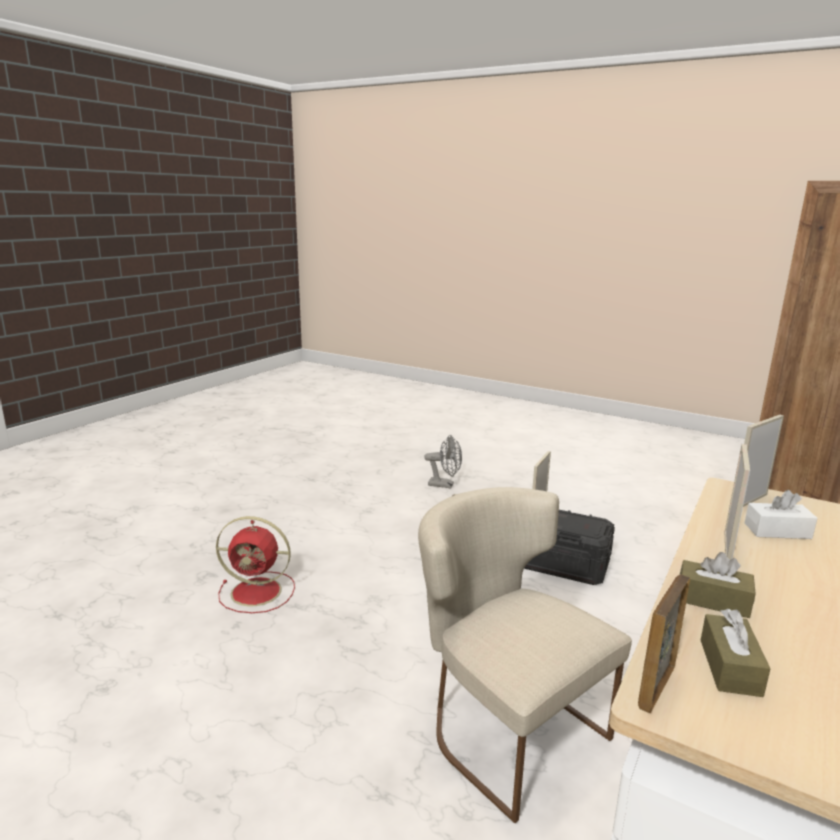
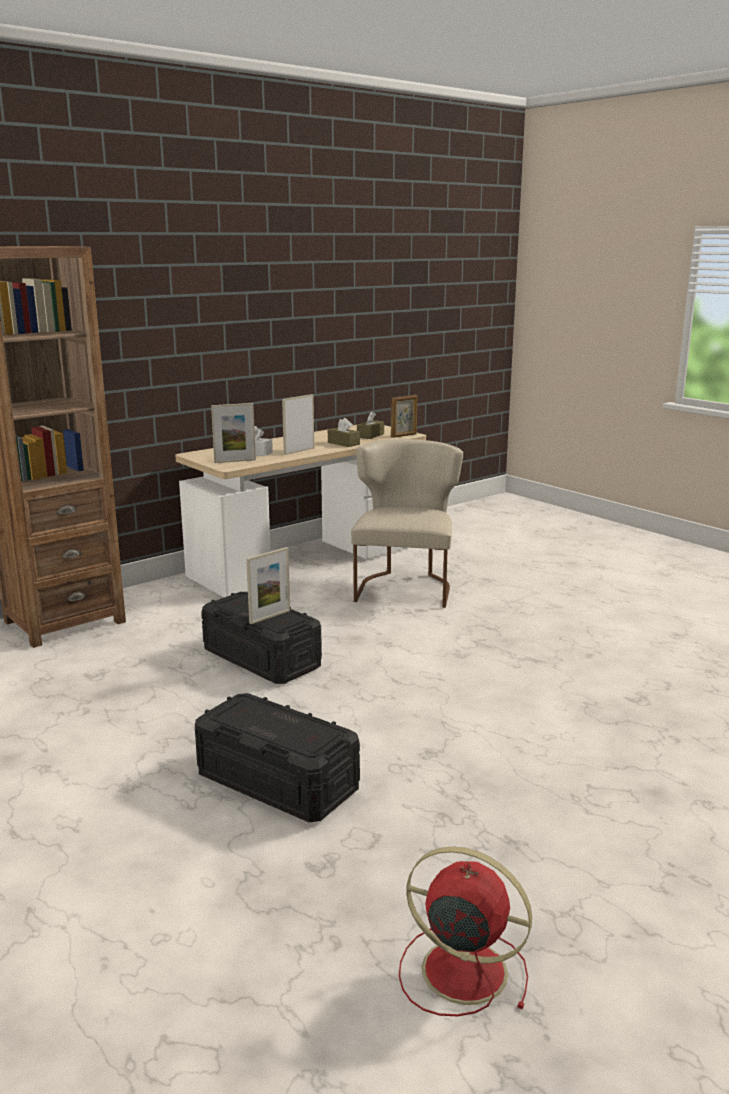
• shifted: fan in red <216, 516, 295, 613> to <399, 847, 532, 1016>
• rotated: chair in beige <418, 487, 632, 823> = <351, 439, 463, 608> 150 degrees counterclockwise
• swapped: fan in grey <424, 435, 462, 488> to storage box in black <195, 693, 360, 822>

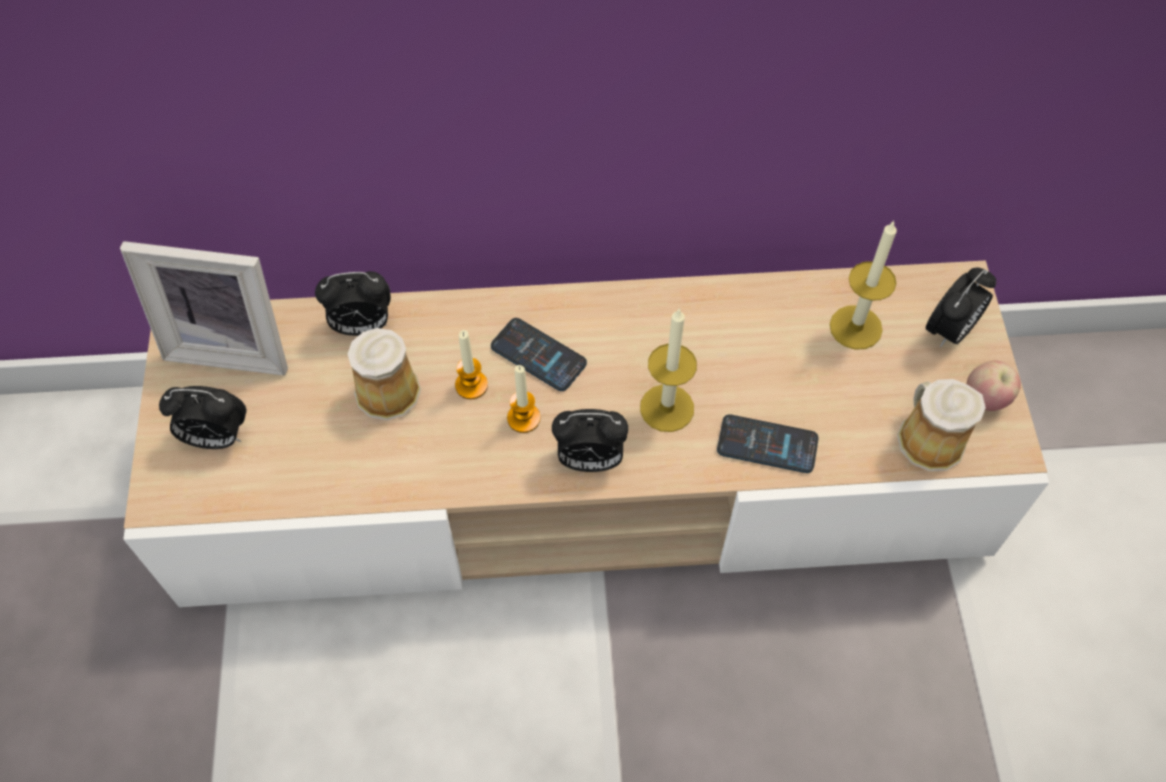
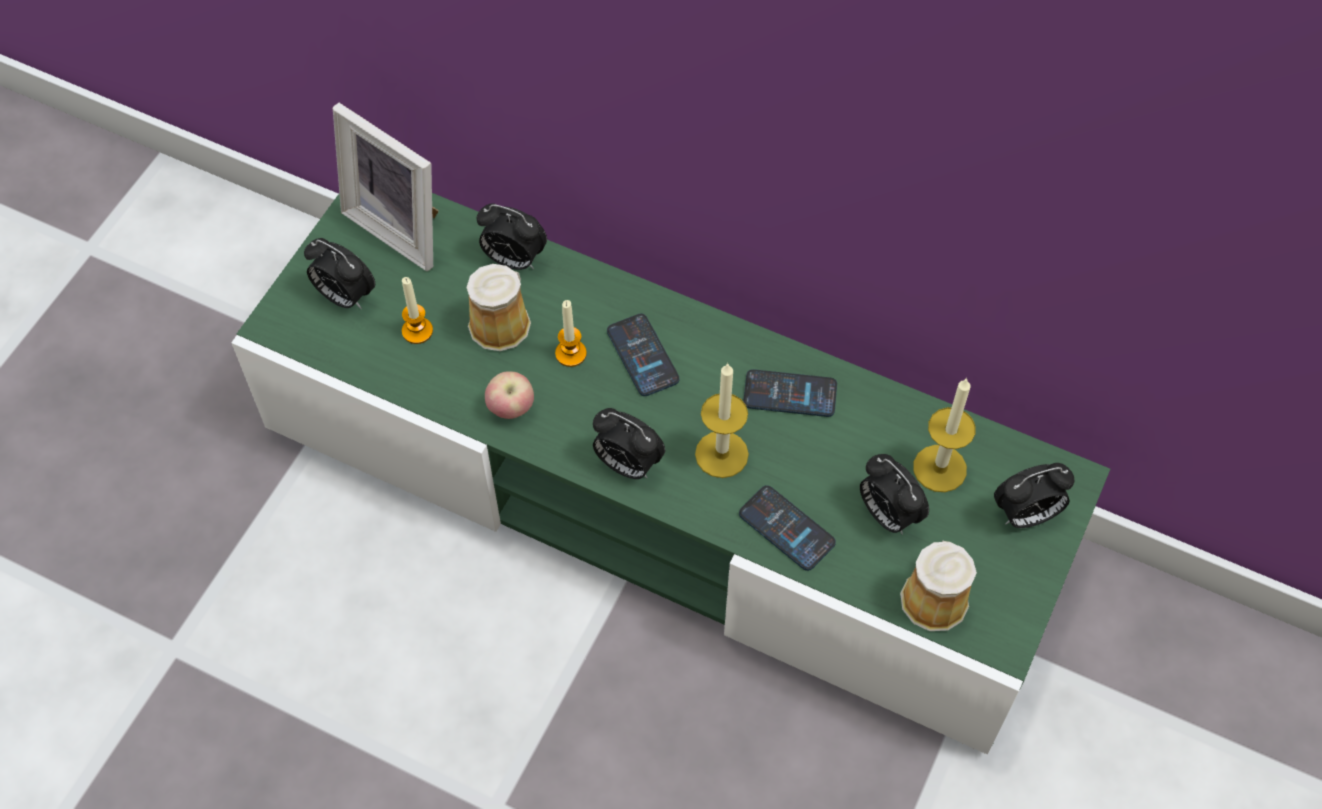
• repainted: tv stand in beige <123, 260, 1049, 607> to tv stand in green <231, 193, 1110, 754>
• shifted: candle <507, 365, 540, 433> to <402, 277, 433, 344>
• shifted: apple <967, 361, 1021, 411> to <485, 371, 534, 419>
• new: phone <743, 369, 837, 417>
• new: alarm clock <860, 454, 929, 535>

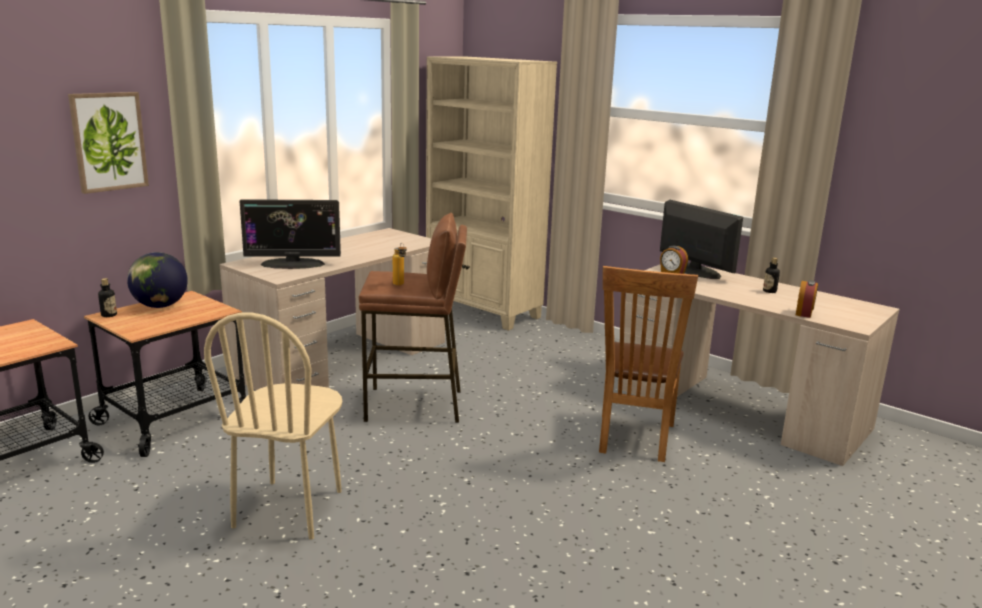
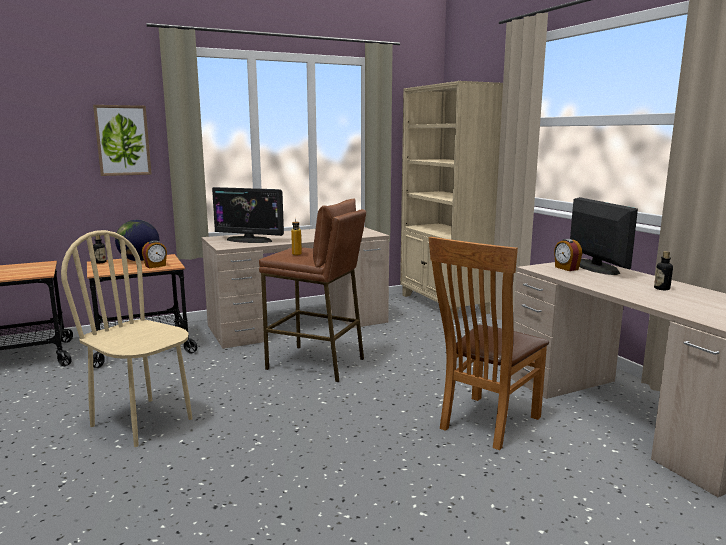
• rotated: chair in beige <204, 312, 342, 540> = <61, 230, 192, 447> 90 degrees clockwise
• shifted: alarm clock <795, 280, 818, 318> to <142, 240, 167, 268>

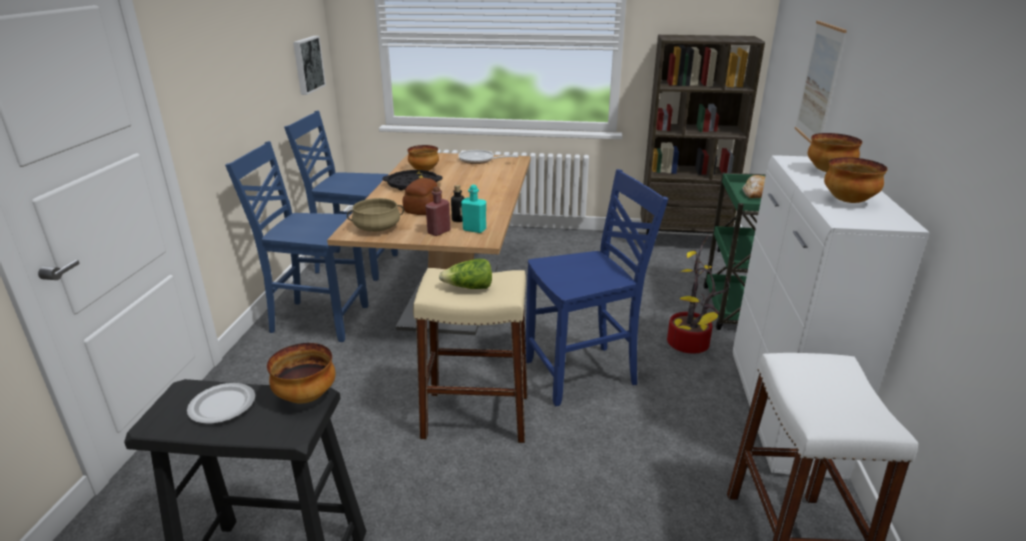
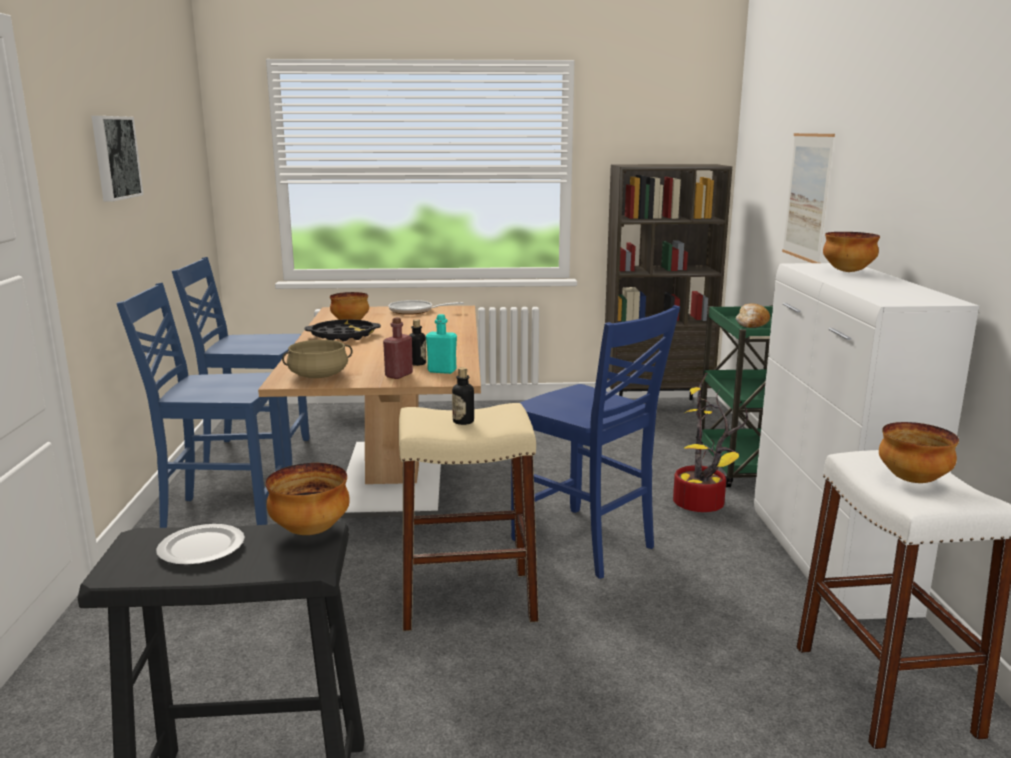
• shifted: picture <293, 36, 326, 95> to <91, 116, 144, 202>
• gone: bread <402, 178, 442, 215>
• swapped: lettuce <439, 259, 492, 289> to bottle <452, 367, 474, 425>
• rotated: chair in blue <525, 169, 668, 406> = <511, 305, 680, 579> 75 degrees clockwise
• shifted: bowl <824, 157, 887, 203> to <879, 422, 959, 483>

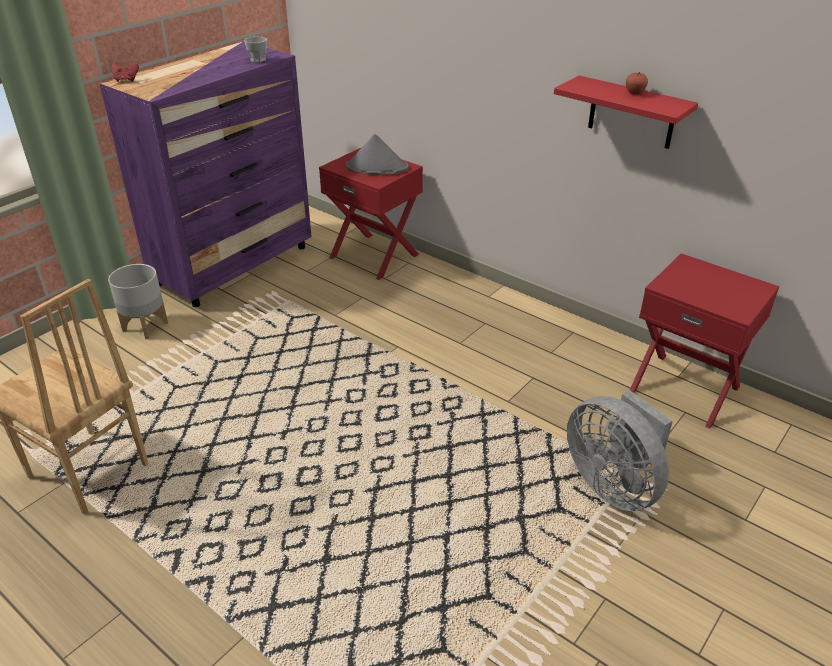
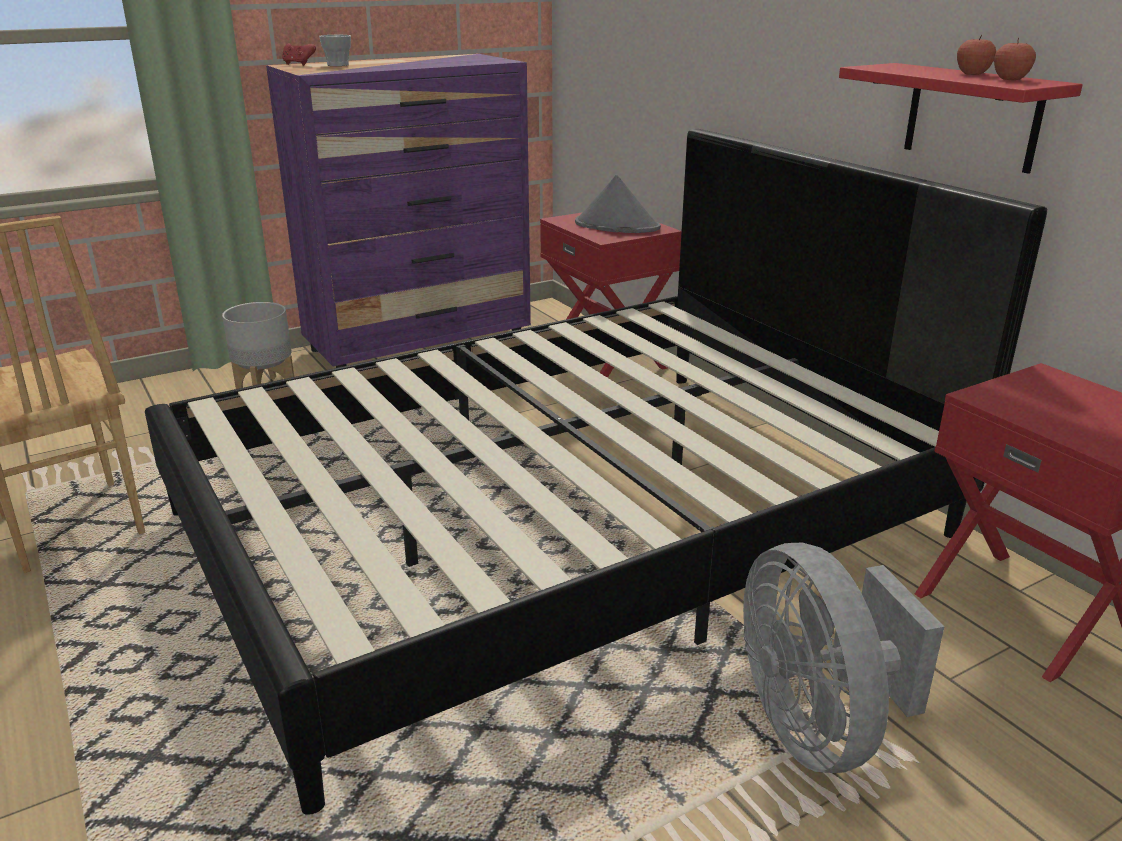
• shifted: cup <244, 37, 267, 63> to <319, 35, 351, 66>
• new: bed in black <145, 129, 1047, 815>
• new: apple <994, 38, 1036, 80>

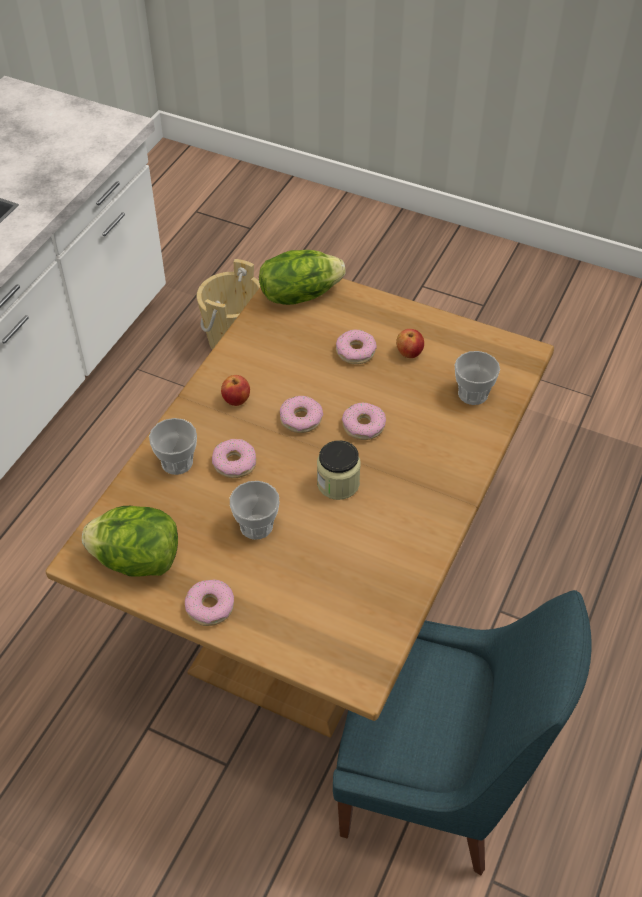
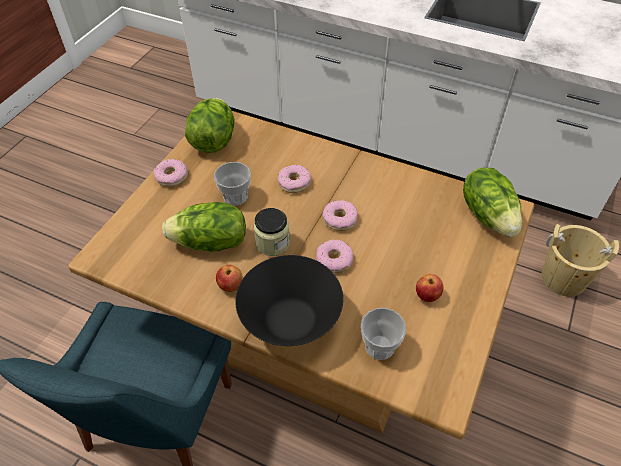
• gone: cup <149, 418, 197, 475>
• shifted: apple <221, 375, 250, 406> to <216, 265, 243, 292>
• gone: donut <336, 329, 377, 364>
• new: lettuce <162, 202, 246, 252>
• new: bowl in black <235, 255, 343, 346>

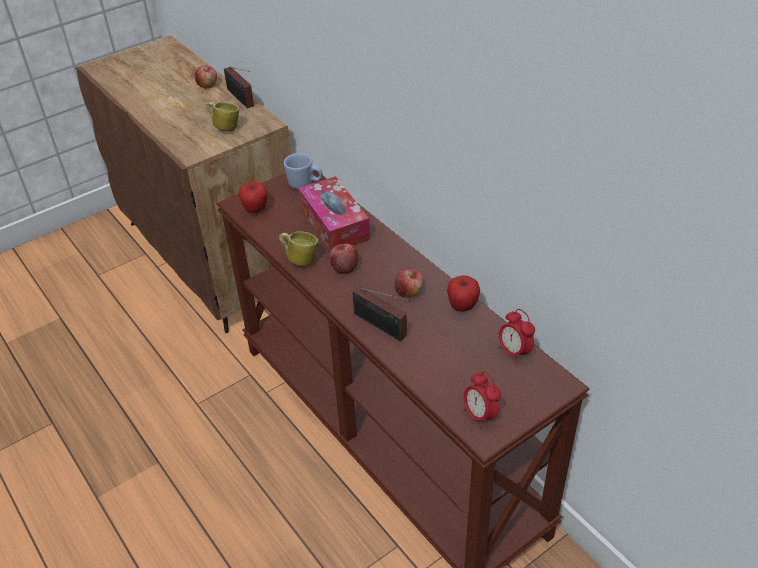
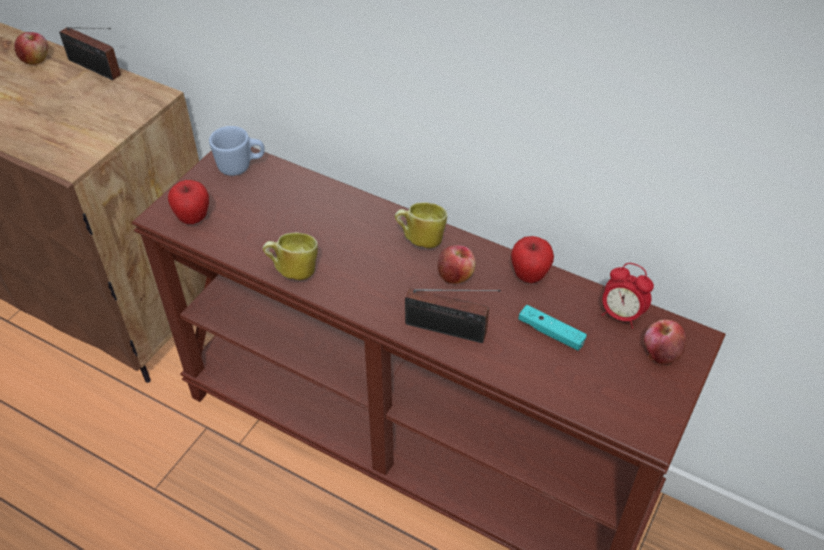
• shifted: mug <206, 102, 239, 132> to <395, 202, 447, 248>
• gone: tissue box <299, 176, 370, 251>
• shifted: apple <330, 244, 358, 275> to <644, 319, 687, 366>
• gone: alarm clock <464, 371, 501, 428>
• new: game controller in turquoise <519, 305, 587, 351>

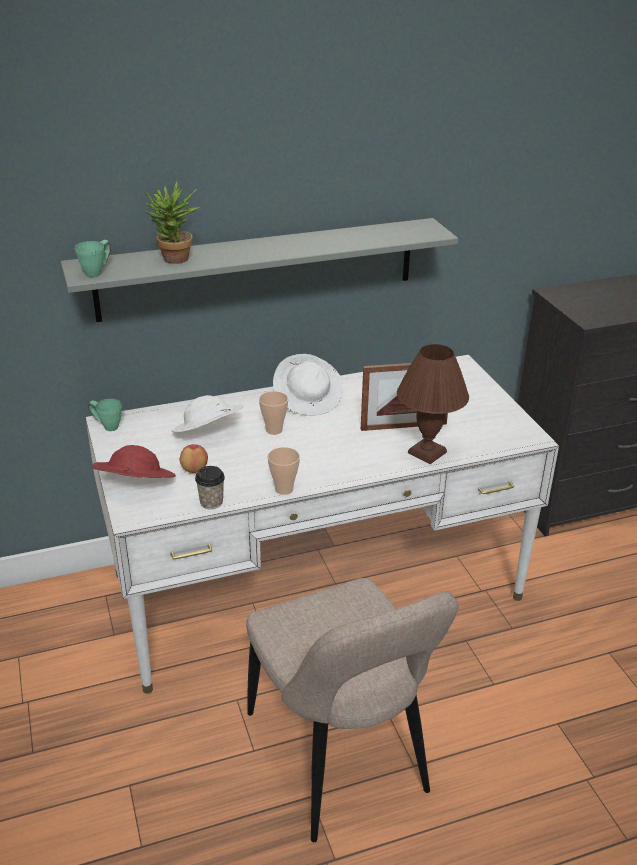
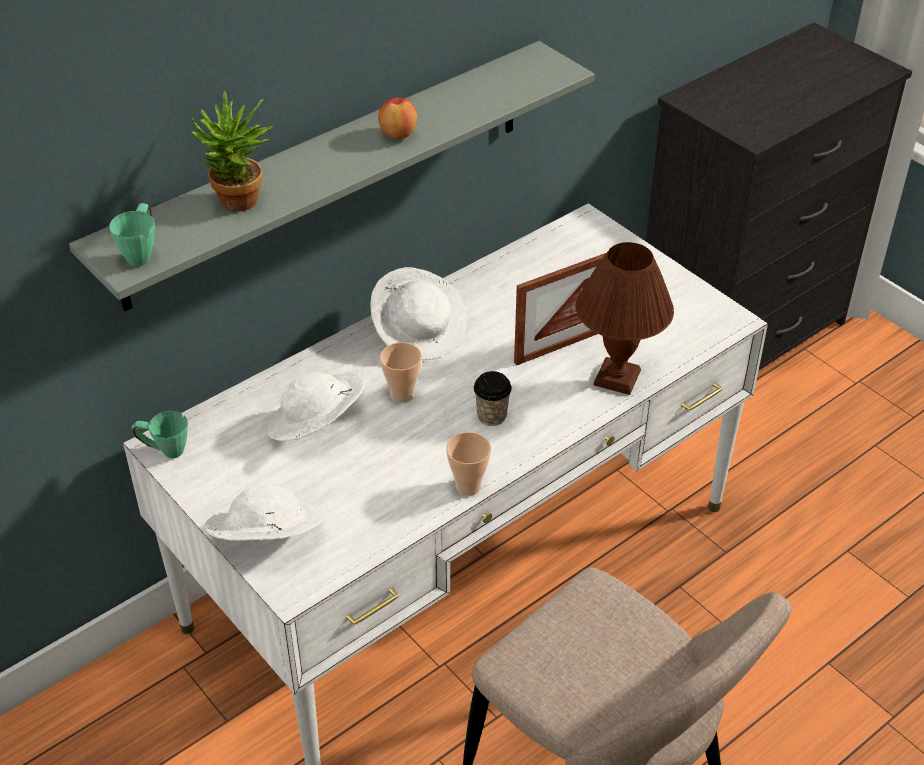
• repainted: hat in red <92, 445, 176, 478> to hat in white <204, 484, 325, 541>
• shifted: apple <180, 444, 208, 473> to <378, 98, 417, 139>
• shifted: cup <195, 466, 225, 509> to <474, 371, 512, 426>

